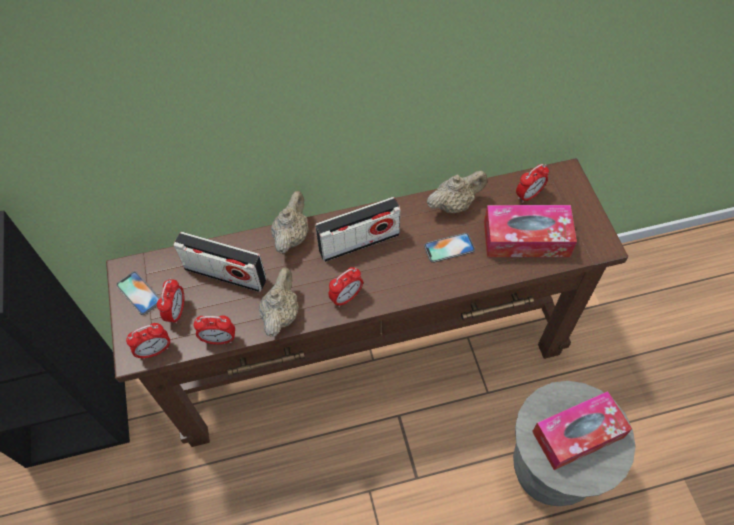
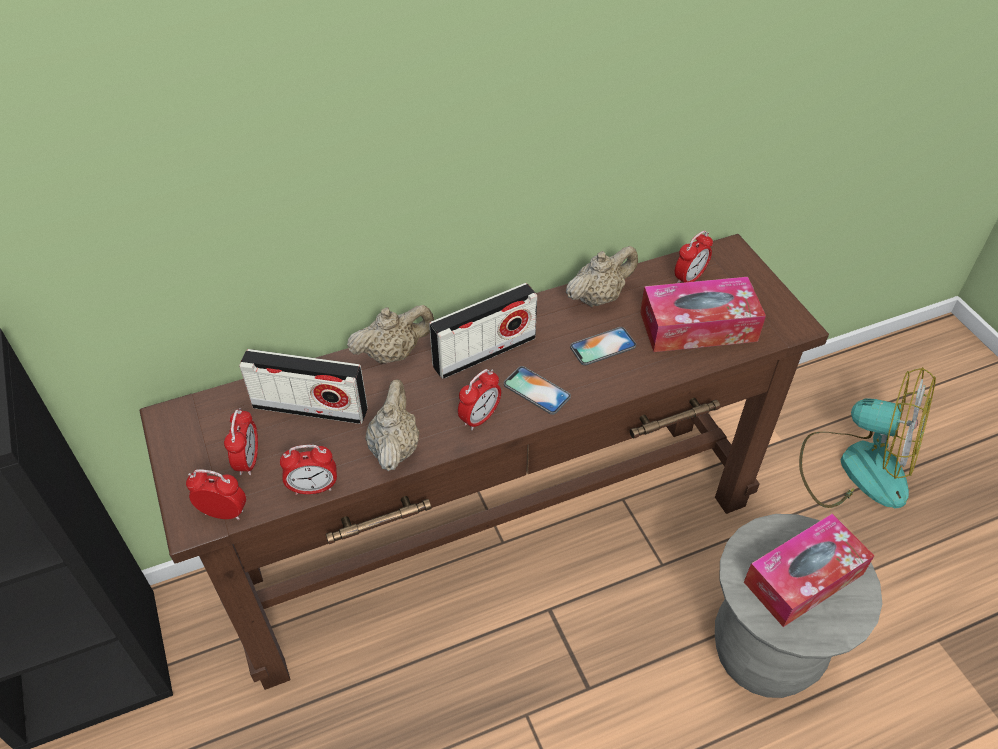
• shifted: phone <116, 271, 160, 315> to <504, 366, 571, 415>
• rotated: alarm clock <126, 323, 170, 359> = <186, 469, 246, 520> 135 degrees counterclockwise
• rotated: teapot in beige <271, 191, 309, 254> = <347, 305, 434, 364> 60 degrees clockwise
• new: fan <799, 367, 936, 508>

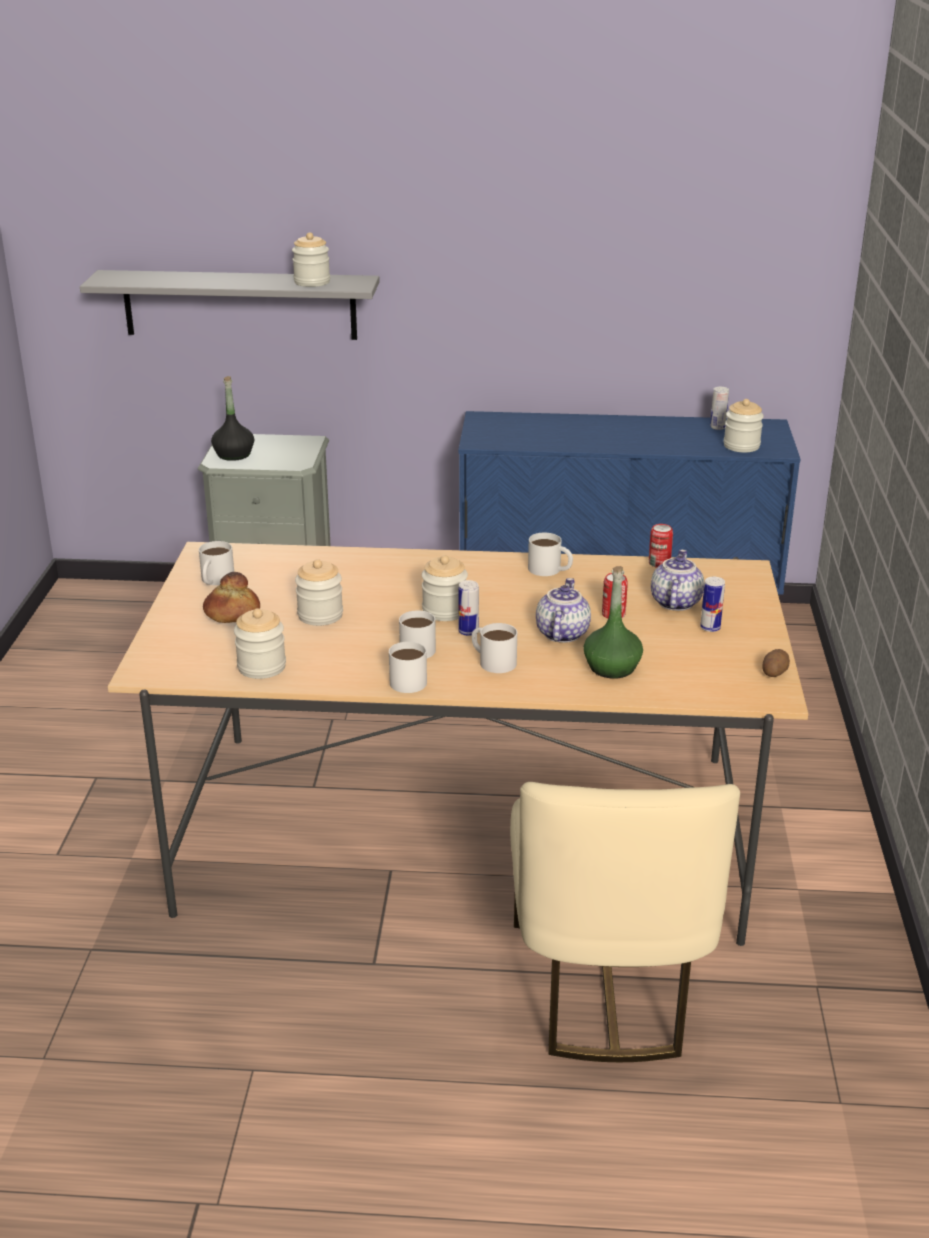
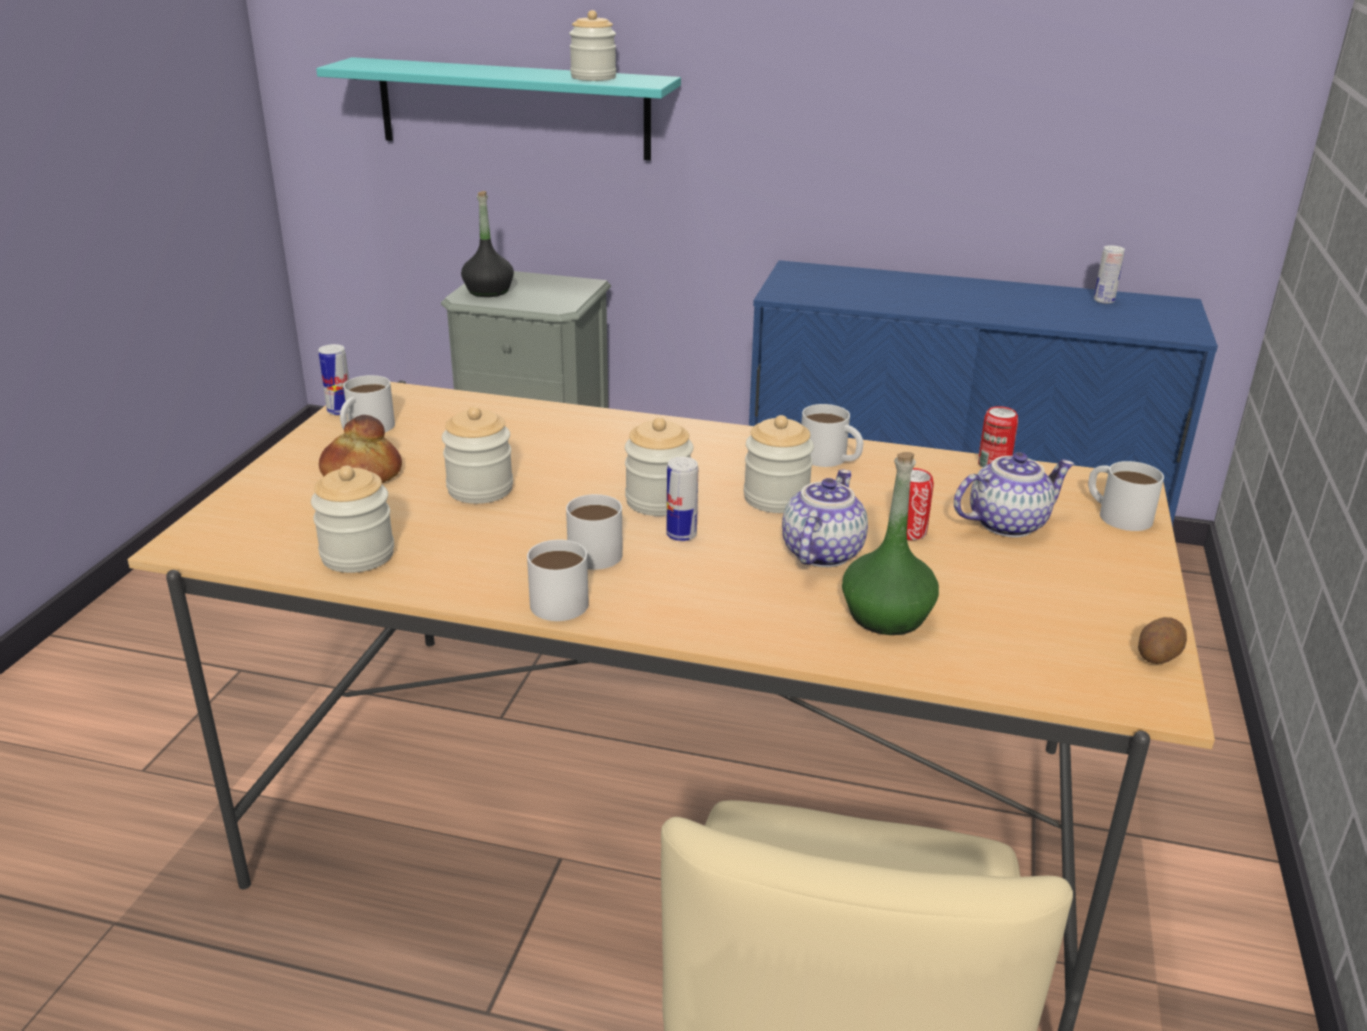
• repainted: shelf in grey <80, 270, 380, 340> to shelf in turquoise <316, 57, 681, 160>
• shifted: mug in white <472, 623, 517, 673> to <1088, 461, 1164, 531>
• rotated: teapot <651, 549, 704, 611> = <954, 452, 1075, 538> 45 degrees clockwise
• shifted: can <700, 577, 725, 632> to <318, 344, 349, 415>
• shifted: jar <724, 399, 764, 452> to <744, 415, 814, 513>

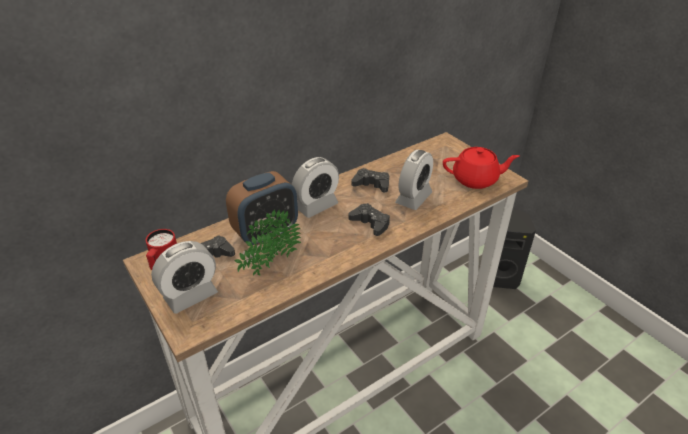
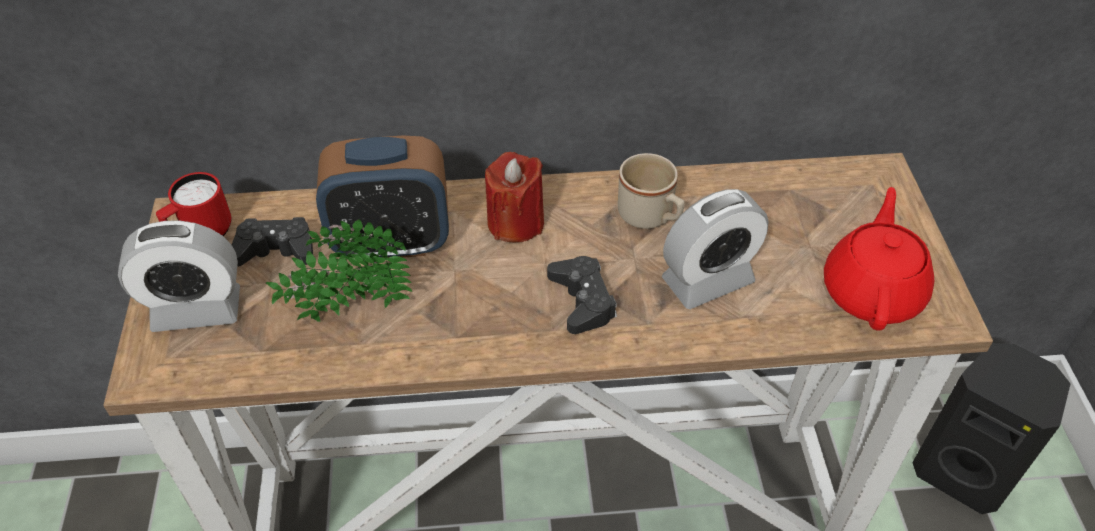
• swapped: alarm clock <292, 157, 339, 218> to candle in red <485, 152, 544, 242>
• swapped: game controller in black <351, 168, 389, 192> to mug in beige <618, 153, 685, 229>
• rotated: teapot in red <443, 147, 519, 189> = <824, 187, 934, 331> 105 degrees counterclockwise

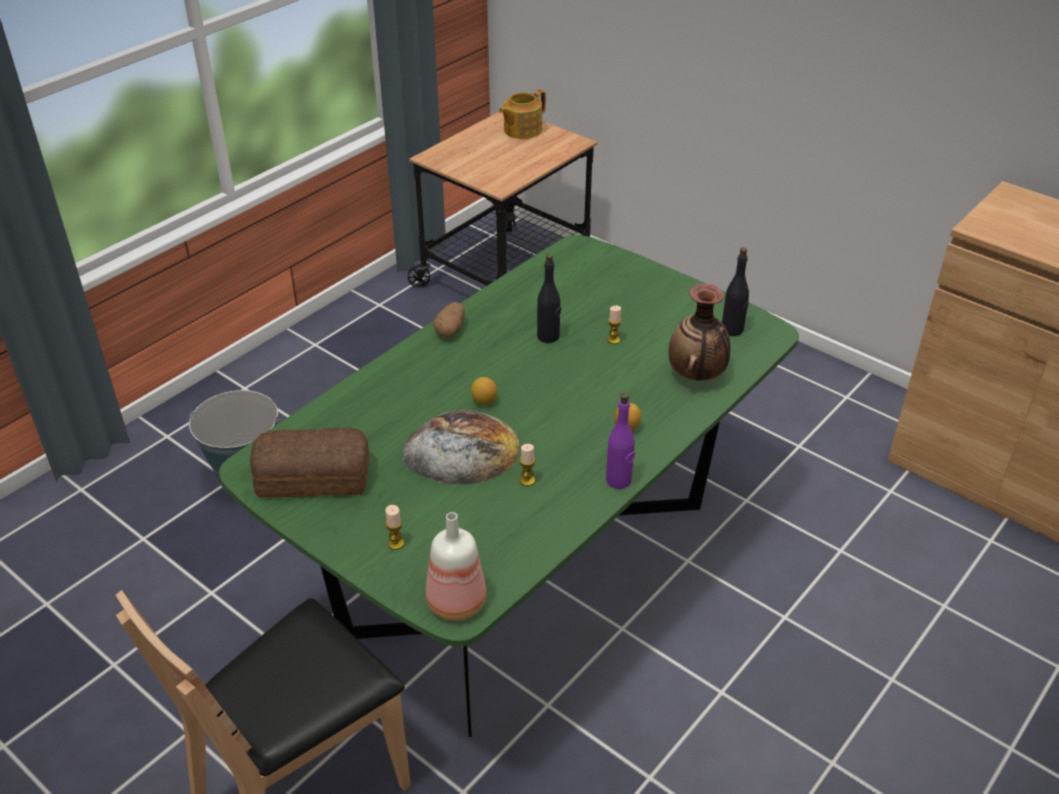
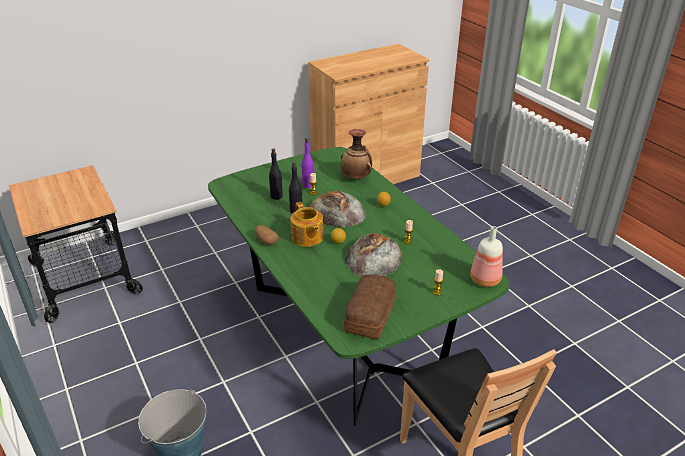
• shifted: teapot <499, 89, 546, 139> to <290, 202, 324, 247>
• shifted: bottle in purple <606, 393, 635, 489> to <302, 138, 314, 188>
• shifted: bottle in black <722, 247, 749, 336> to <269, 148, 283, 200>
• new: bread <310, 191, 367, 227>

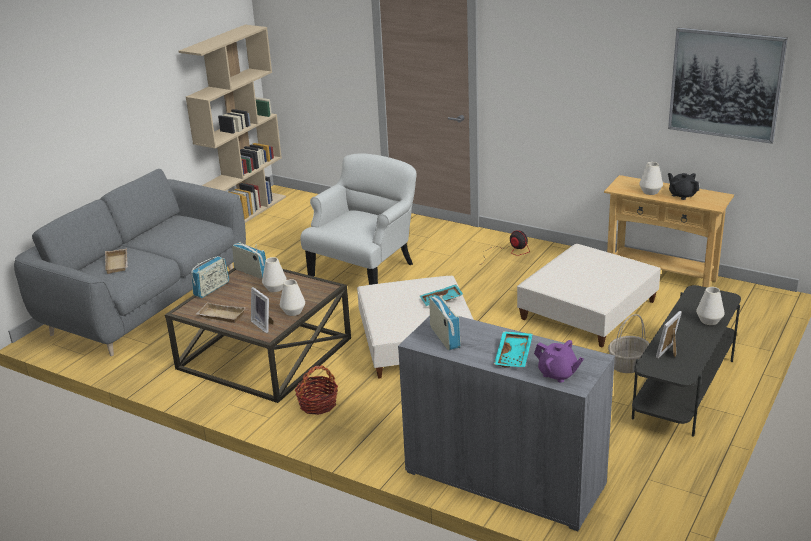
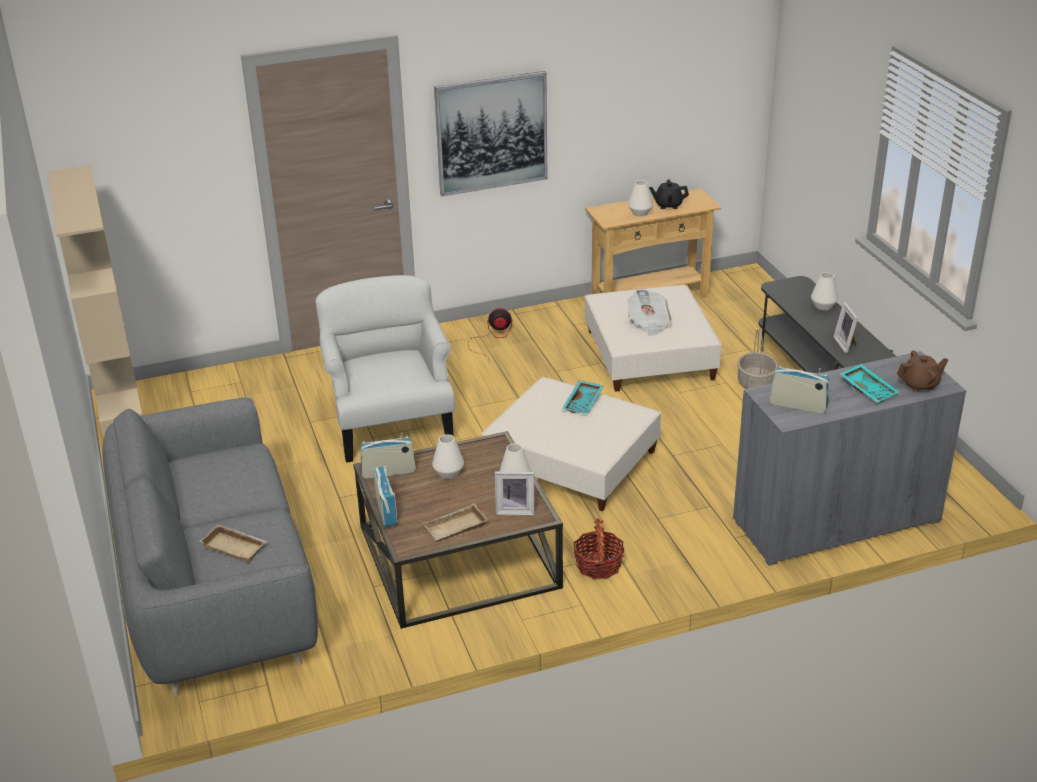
• repainted: teapot in purple <534, 340, 584, 383> to teapot in brown <897, 351, 948, 392>
• shifted: picture <668, 28, 788, 144> to <434, 71, 547, 196>
• new: newspaper <627, 289, 673, 336>

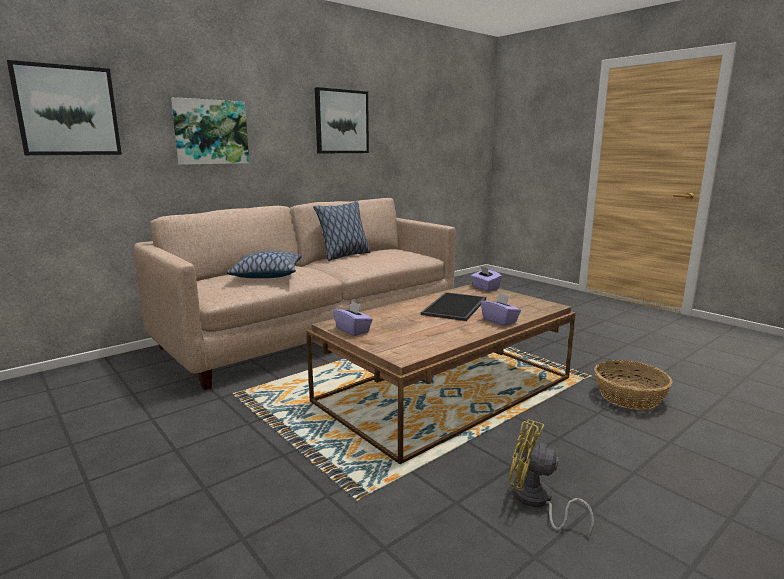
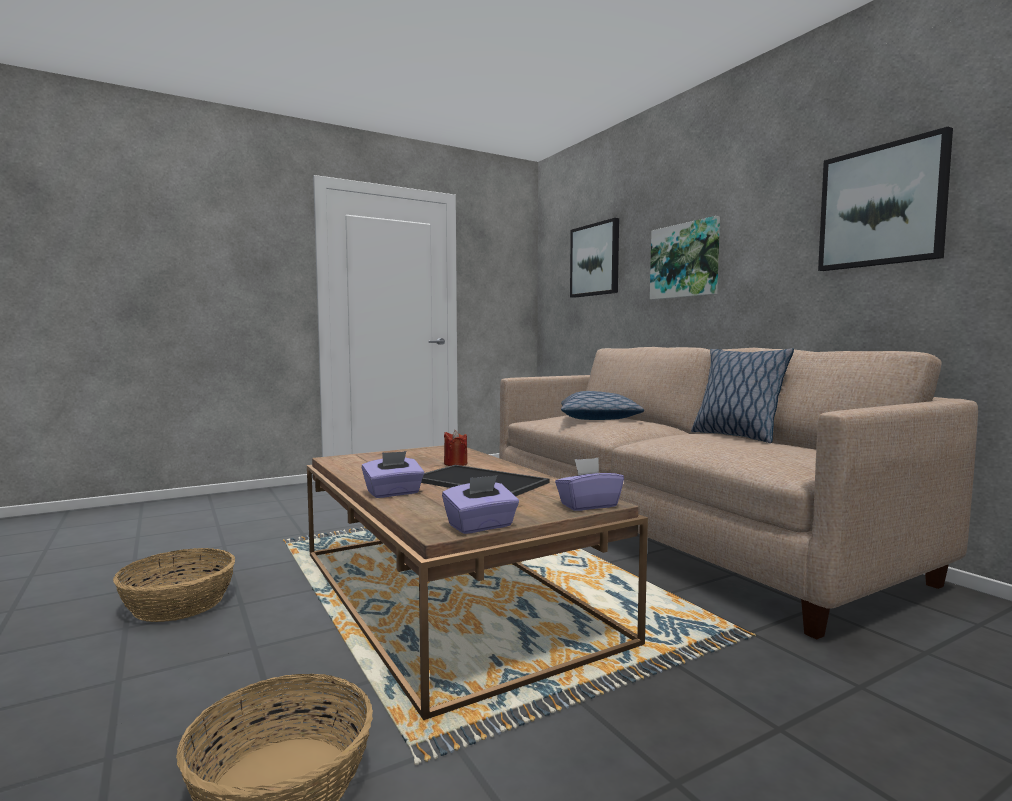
• shifted: tissue box in purple <333, 301, 373, 336> to <442, 475, 519, 534>
• swapped: fan in yellow <509, 419, 594, 538> to basket <113, 548, 235, 622>
• new: candle in red <444, 430, 467, 466>

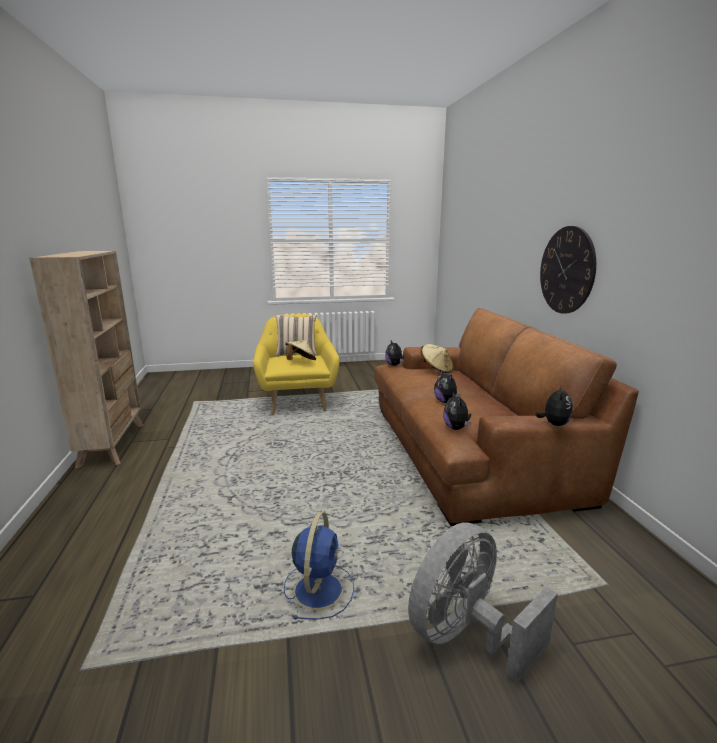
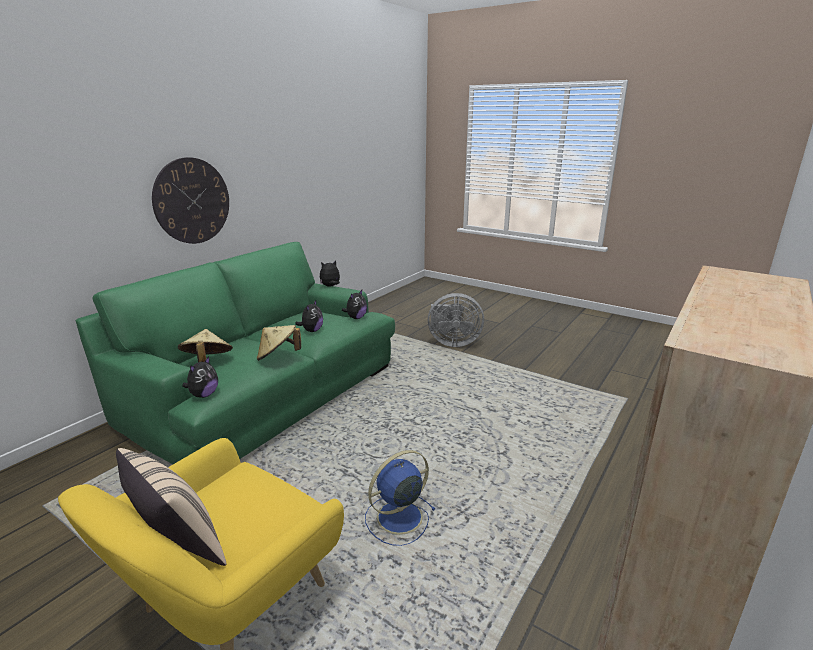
• shifted: fan in blue <284, 512, 354, 620> to <365, 450, 436, 546>
• shifted: hat in beige <285, 340, 316, 360> to <257, 325, 301, 361>
• repainted: sofa in brown <374, 308, 639, 526> to sofa in green <76, 242, 395, 464>

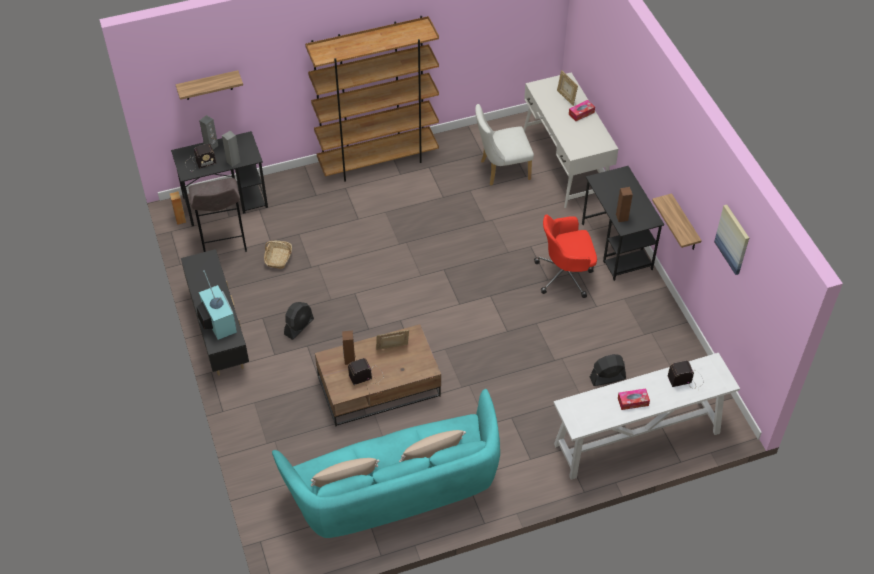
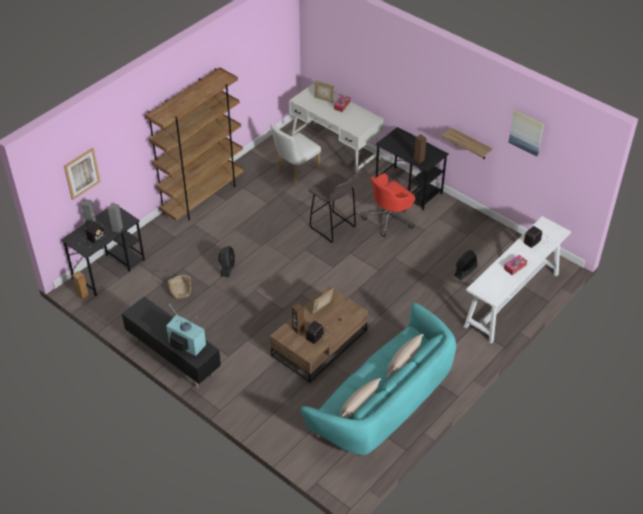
• swapped: shelf <176, 70, 243, 100> to picture <64, 148, 101, 200>
• shifted: stool in grey <189, 178, 247, 252> to <308, 172, 358, 243>
• shifted: fan in black <284, 302, 314, 340> to <218, 246, 235, 277>

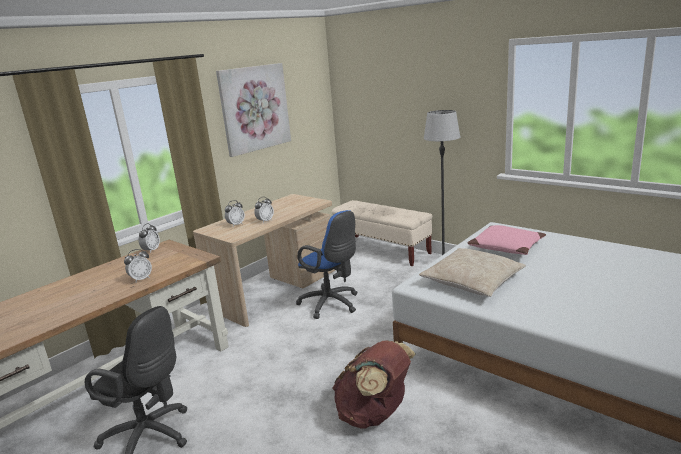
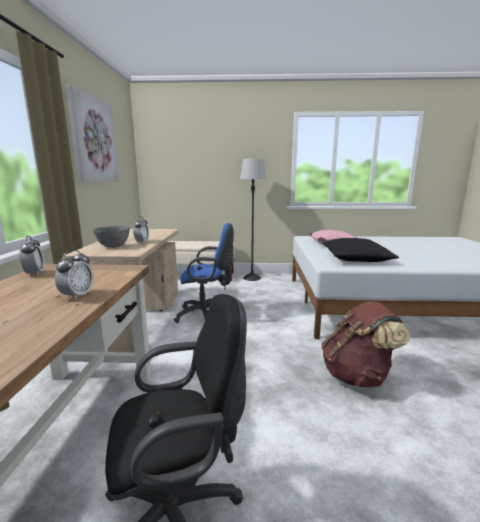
• swapped: alarm clock <225, 200, 245, 227> to bowl in grey <93, 226, 130, 248>
• repainted: pillow in beige <419, 248, 526, 297> to pillow in black <323, 238, 399, 262>

